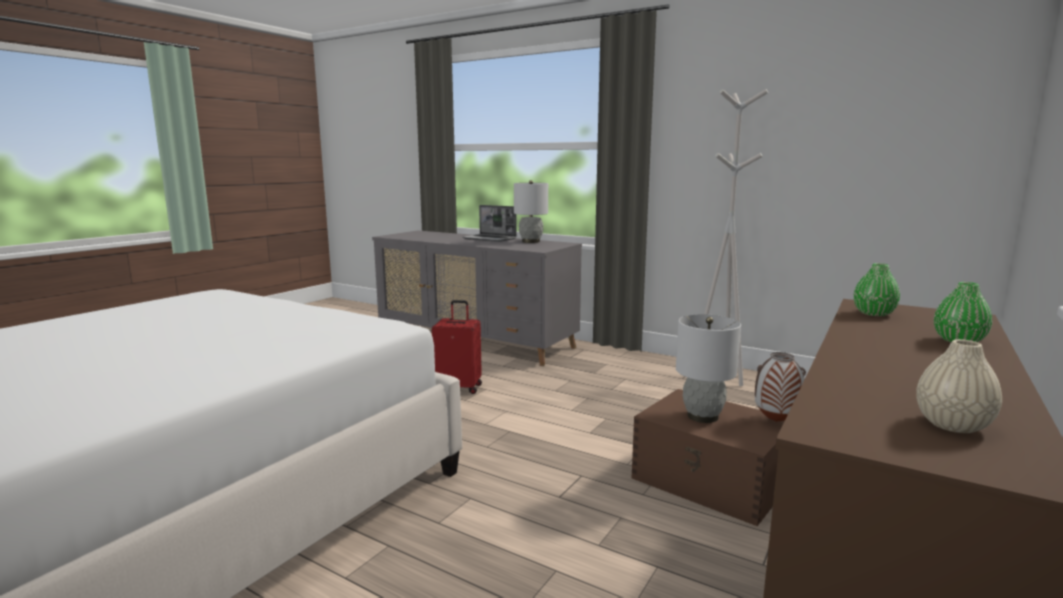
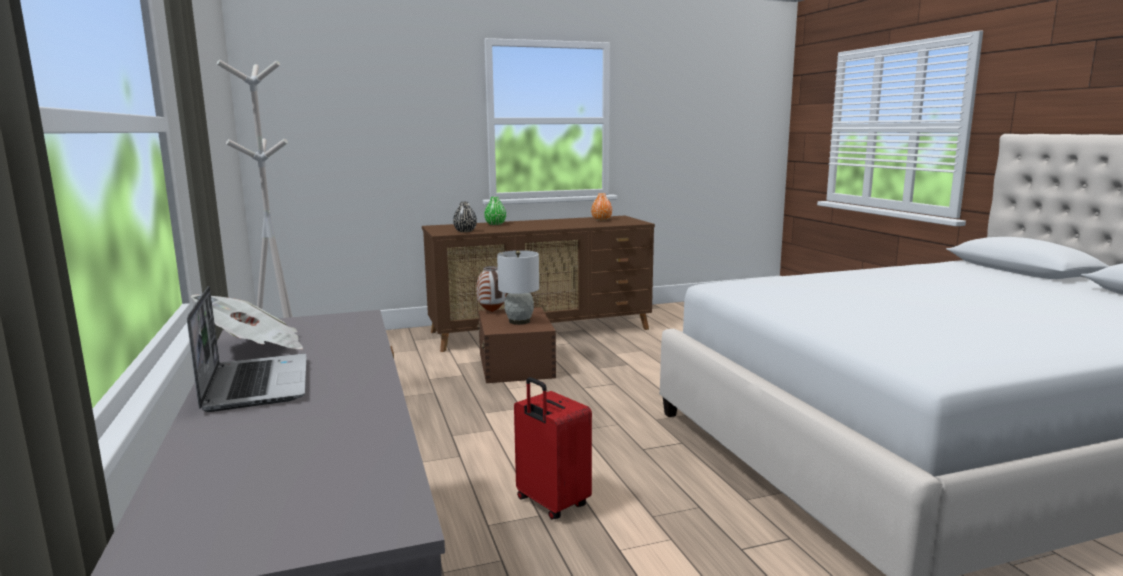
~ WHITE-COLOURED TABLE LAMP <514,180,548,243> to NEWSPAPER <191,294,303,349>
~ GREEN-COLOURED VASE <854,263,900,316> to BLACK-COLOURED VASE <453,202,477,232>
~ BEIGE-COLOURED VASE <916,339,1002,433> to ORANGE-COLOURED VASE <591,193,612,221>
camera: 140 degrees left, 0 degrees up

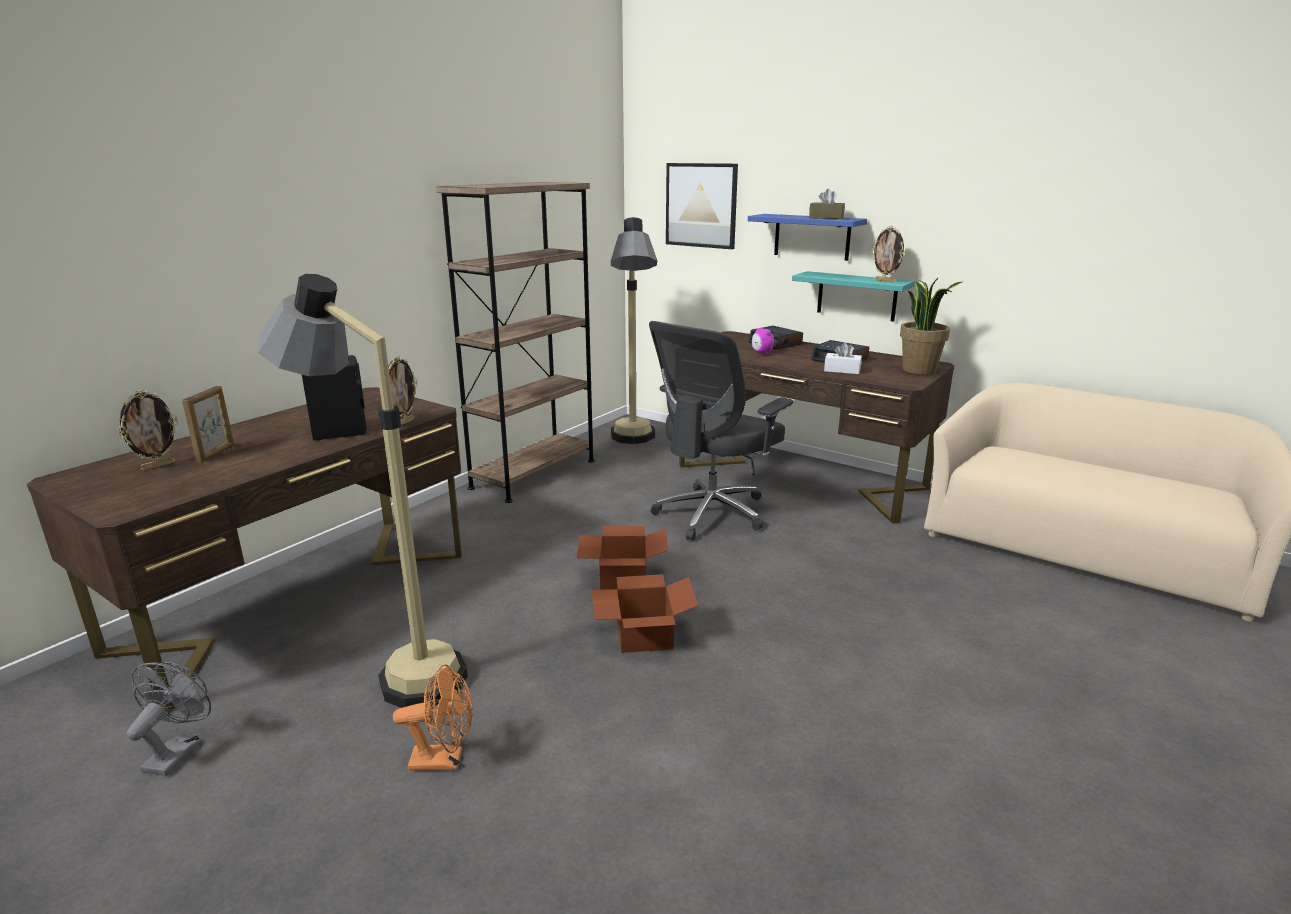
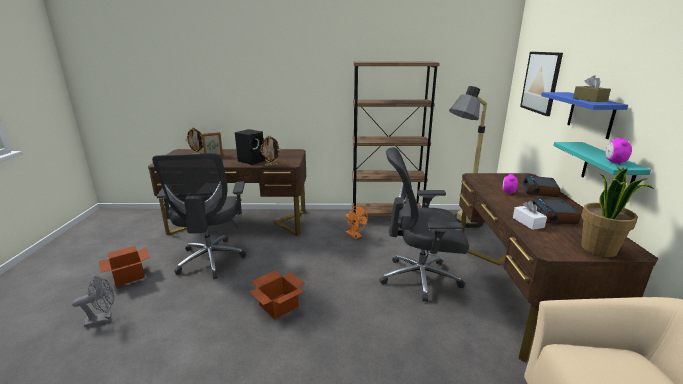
~ GRAY ELECTRIC FAN <127,662,211,776> to <72,276,114,327>
~ ORANGE-COLOURED ELECTRIC FAN <393,664,472,771> to <346,206,368,239>
~ CARTON <577,526,668,590> to <99,246,150,287>
~ STANDARD LAMP <257,274,468,708> to OFFICE CHAIR <152,153,246,280>
~ PICTURE FRAME <871,226,905,282> to BEDSIDE CLOCK <606,138,632,165>
camera: 55 degrees right, 0 degrees up

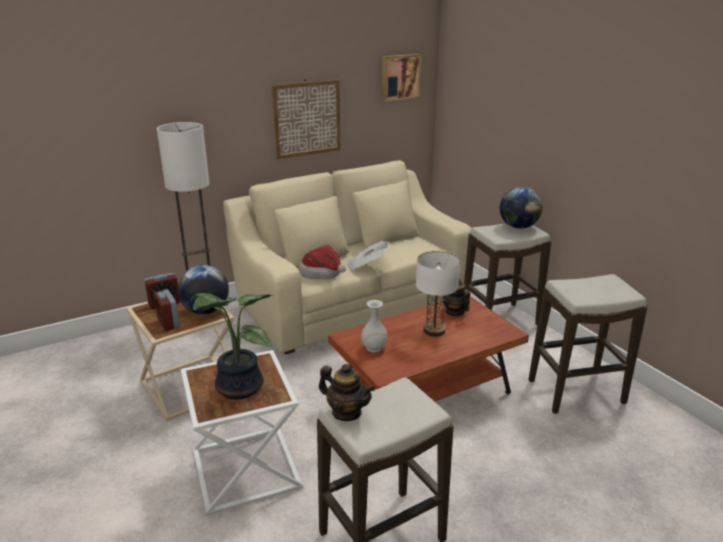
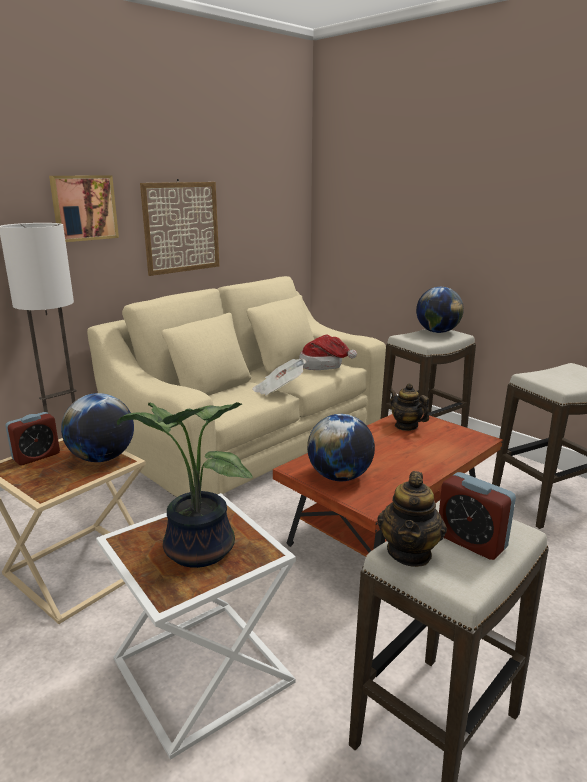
- TABLE LAMP <416,251,460,337>
~ BEDSIDE CLOCK <153,289,179,331> to <439,472,516,560>
~ WEARABLE HAT <299,245,346,279> to <299,334,357,370>
~ WALL PICTURE <382,54,422,102> to <49,175,119,242>
~ WHITE-COLOURED VASE <361,300,387,353> to WORLD GLOBE <307,414,375,481>
~ POT FOR TEA <319,364,375,421> = <377,471,447,567> 90 degrees clockwise
camera: 15 degrees left, 5 degrees down

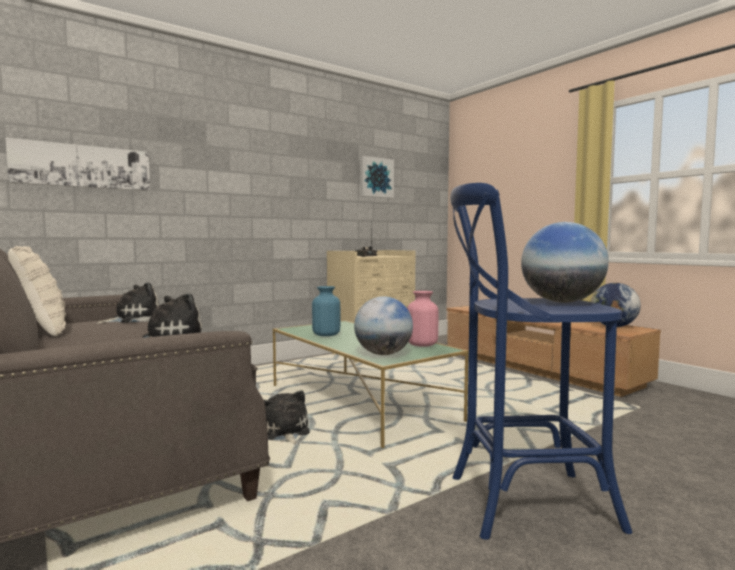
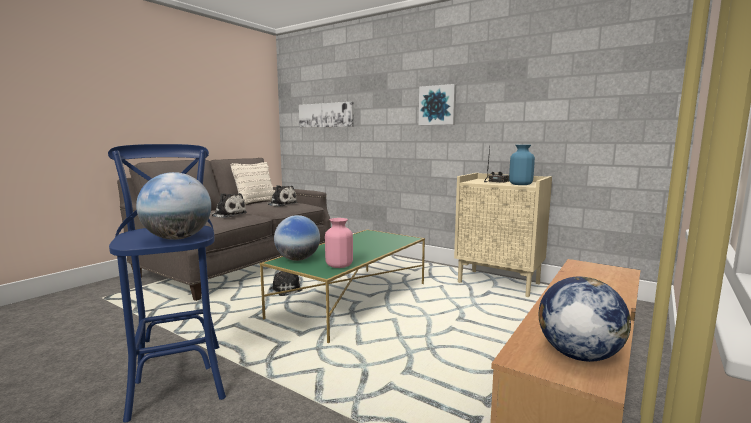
~ BLUISH VASE <312,286,340,336> to <509,145,535,185>
~ WALL PICTURE <360,156,394,198> to <419,84,456,125>
camera: 70 degrees right, 5 degrees up

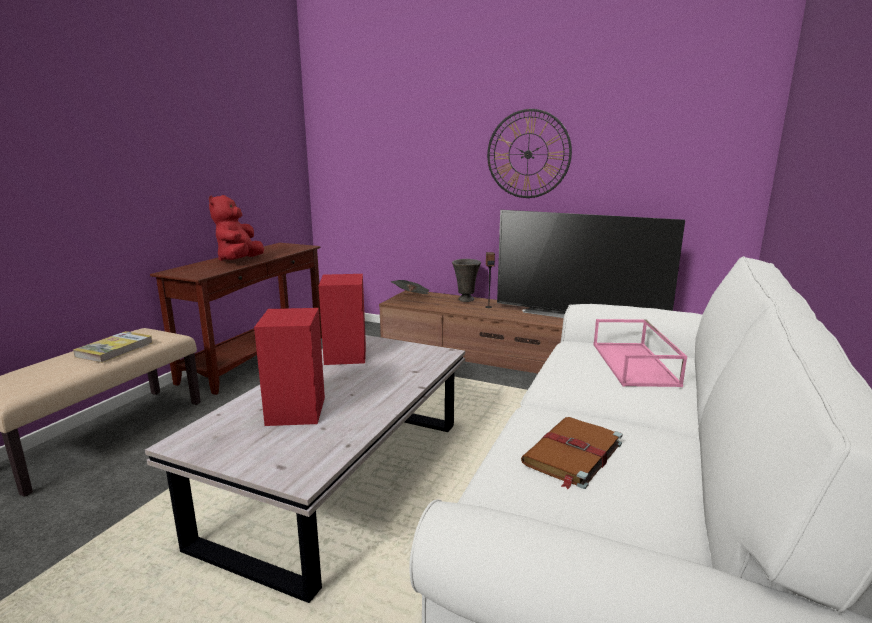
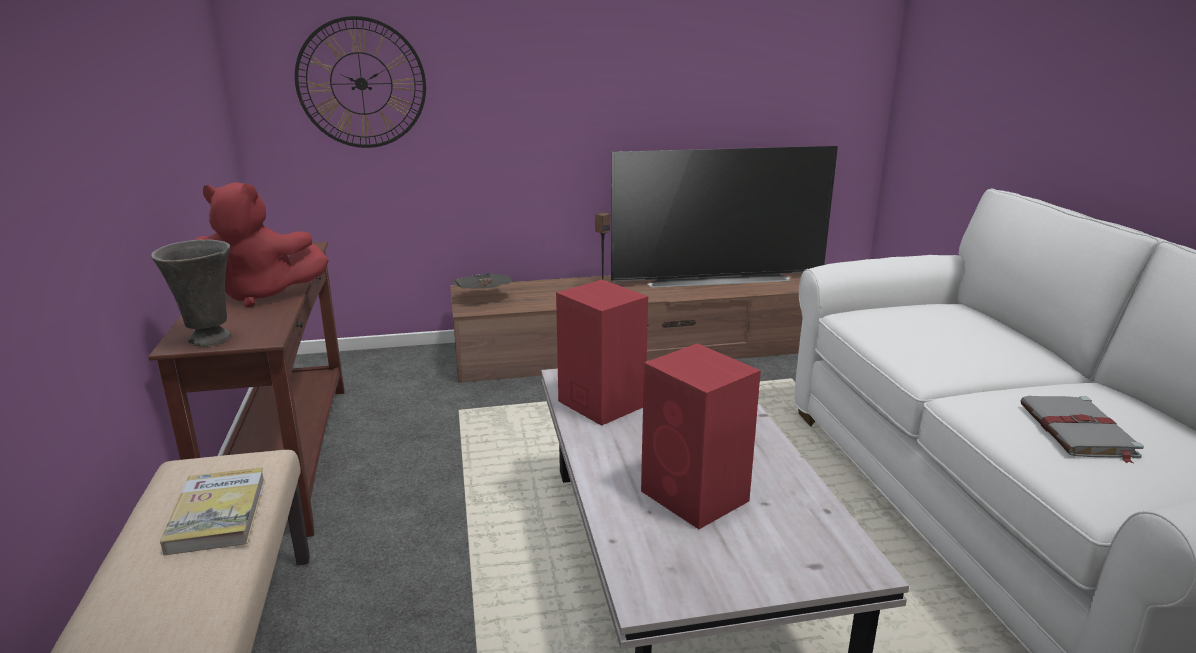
- PINK SERVING TRAY <593,319,687,387>
~ GRAY VASE <452,259,481,302> to <151,240,231,347>
~ CLOCK ON THE WALL <487,109,572,198> to <295,16,426,148>
~ BROWNISH VOLUME <521,417,623,489> to GRAY VOLUME <1020,396,1144,464>
~ REDDISH SOFT TOY <209,195,264,261> = <195,182,329,307> 60 degrees counterclockwise
camera: 35 degrees left, 5 degrees up

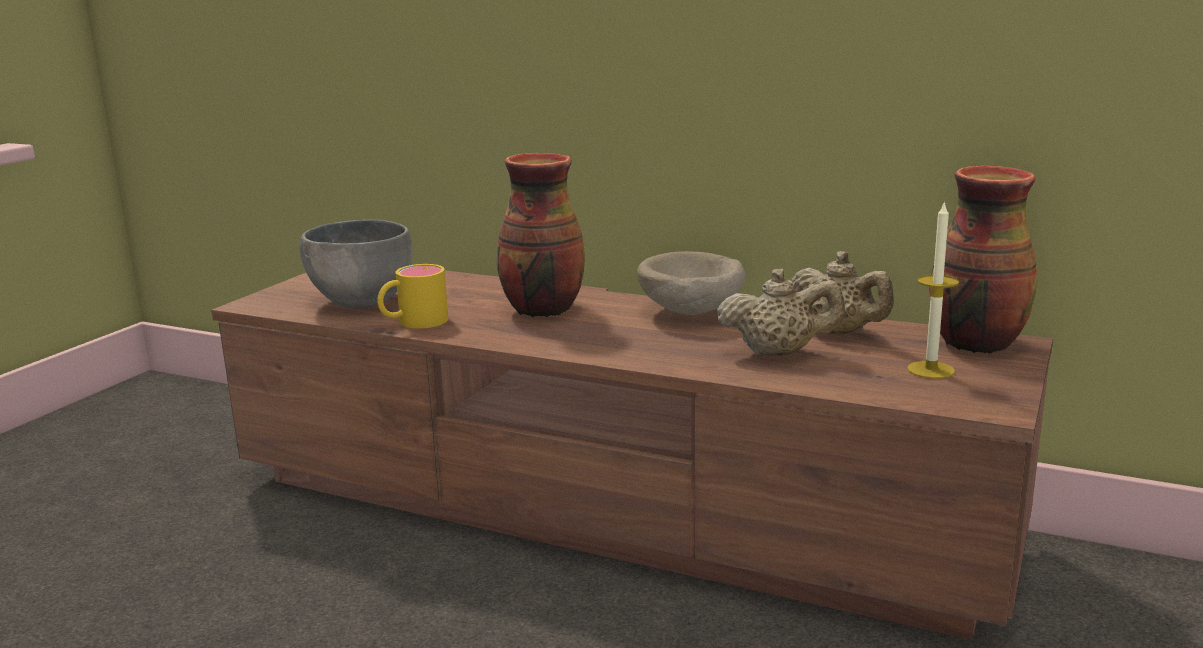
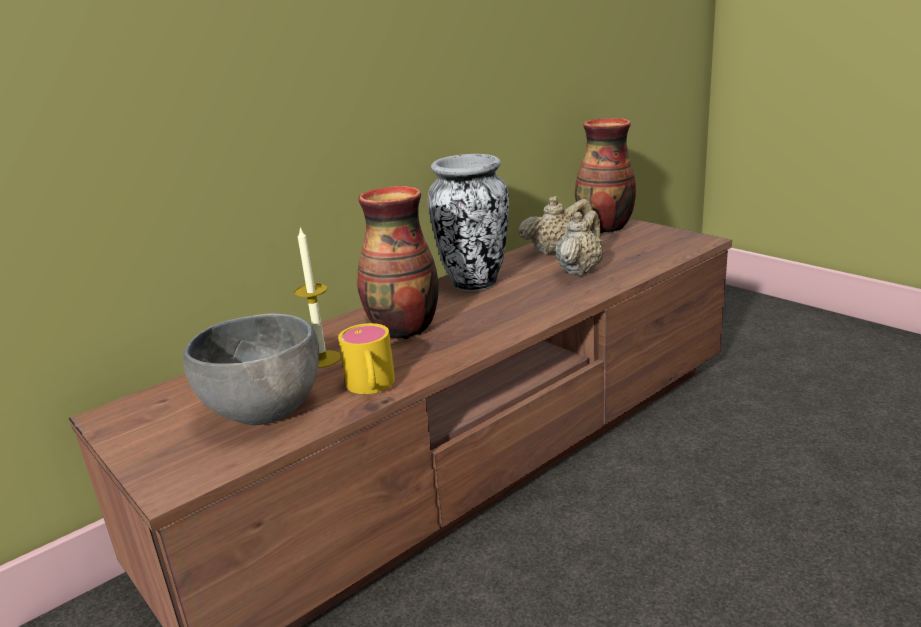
~ WAX CANDLE <907,201,959,379> to <294,227,341,368>
~ BEIGE-COLOURED BOWL <637,251,745,315> to VASE <428,154,509,291>
camera: 65 degrees left, 5 degrees up

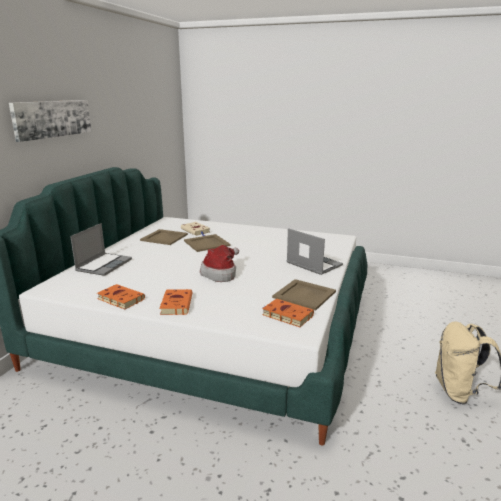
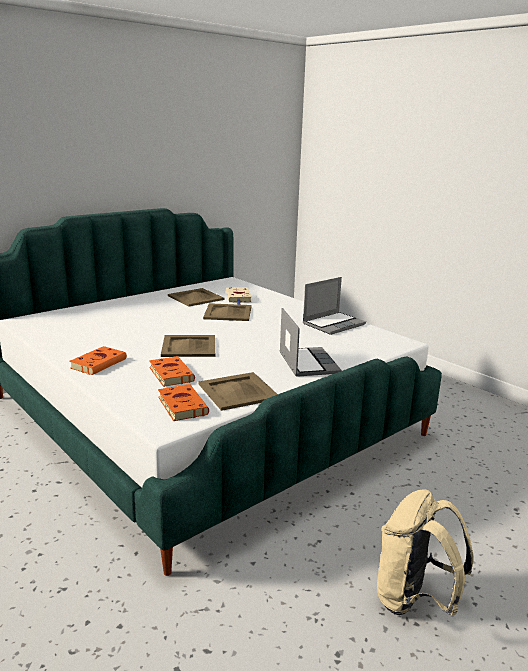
- WALL PICTURE <9,100,91,142>
~ LAPTOP <70,223,132,276> to <303,277,366,335>
~ ORANGE-COLOURED VOLUME <97,284,145,309> to <149,356,195,387>
~ WEARABLE HAT <200,245,239,282> to BEIGE-COLOURED SERVING TRAY <161,335,215,357>
camera: 30 degrees right, 0 degrees up

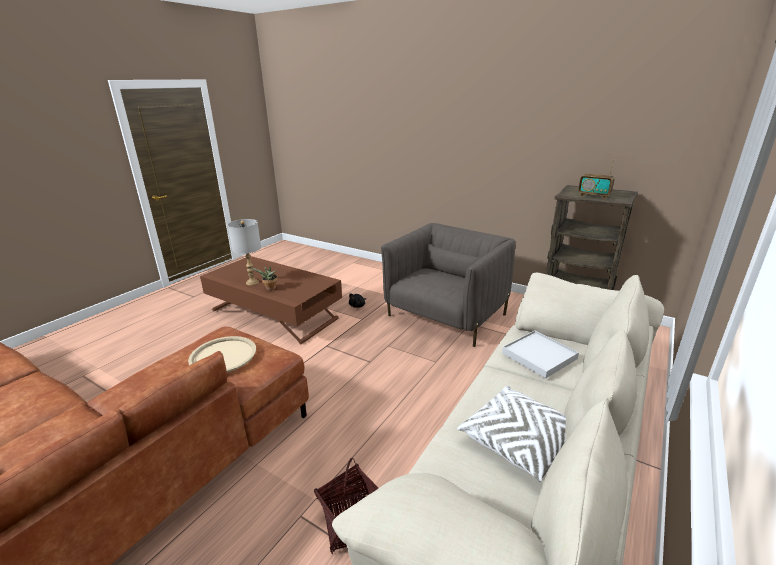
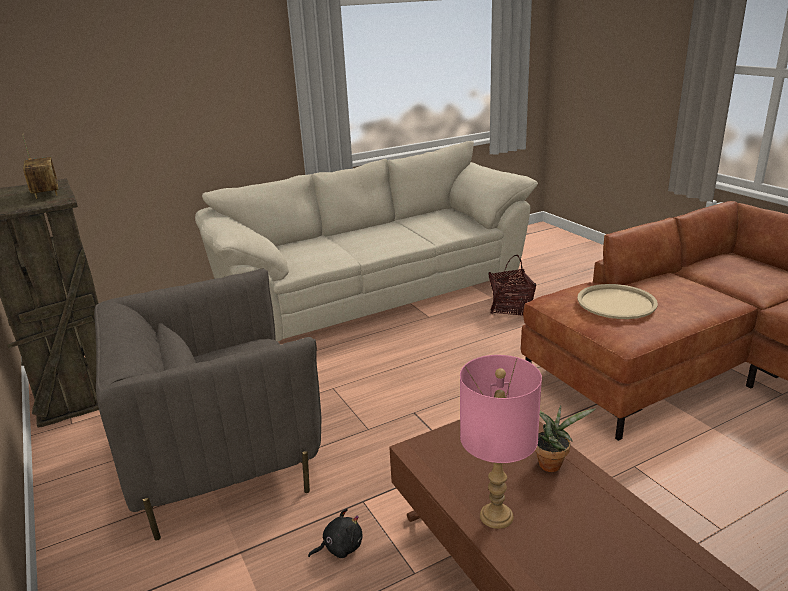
- GRAY TABLE LAMP <228,219,261,285>
- WHITE-COLOURED PILLOW <457,386,566,482>
- WHITE-COLOURED SERVING TRAY <502,330,579,379>
+ PINK TABLE LAMP <460,355,542,529>
camera: 150 degrees left, 0 degrees up

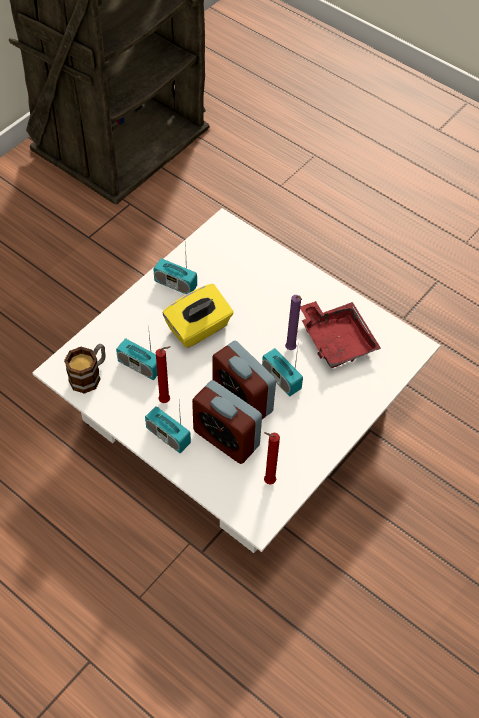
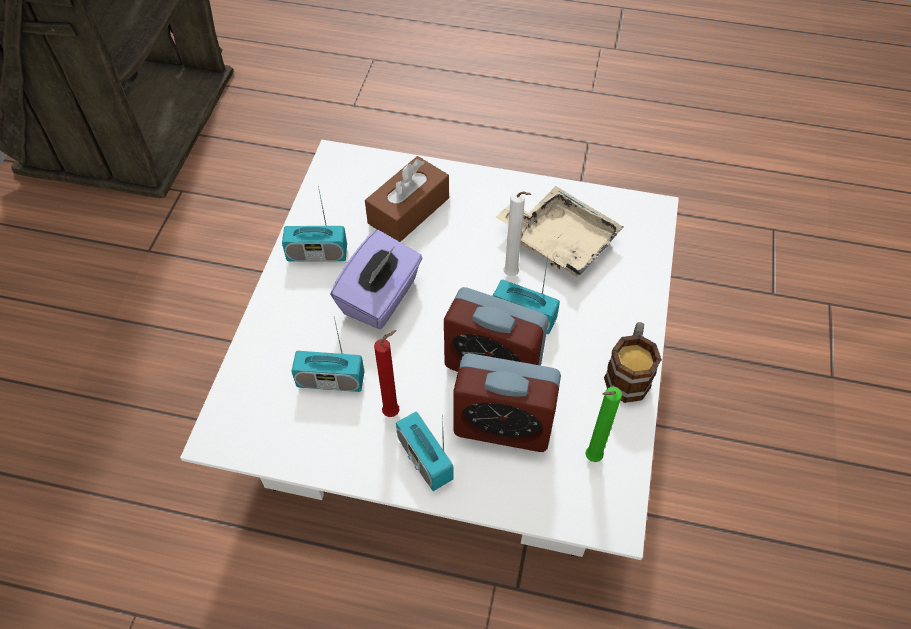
+ BROWNISH TISSUE BOX <365,156,449,242>
~ TEA MUG <64,344,106,394> to <604,322,662,403>
~ YELLOW TISSUE BOX <162,284,234,348> to PURPLE TISSUE BOX <330,230,422,329>
~ REDDISH WAX CANDLE <264,432,280,485> to GREEN-COLOURED WAX CANDLE <585,387,622,462>
~ PURPLE WAX CANDLE <285,295,302,350> to WHITE-COLOURED WAX CANDLE <503,191,531,276>
~ REDDISH SERVING TRAY <300,301,381,368> to BEIGE-COLOURED SERVING TRAY <496,186,624,277>
~ RADIO RECEIVER <145,403,191,453> = <396,411,453,491> 45 degrees clockwise
camera: 25 degrees left, 0 degrees up

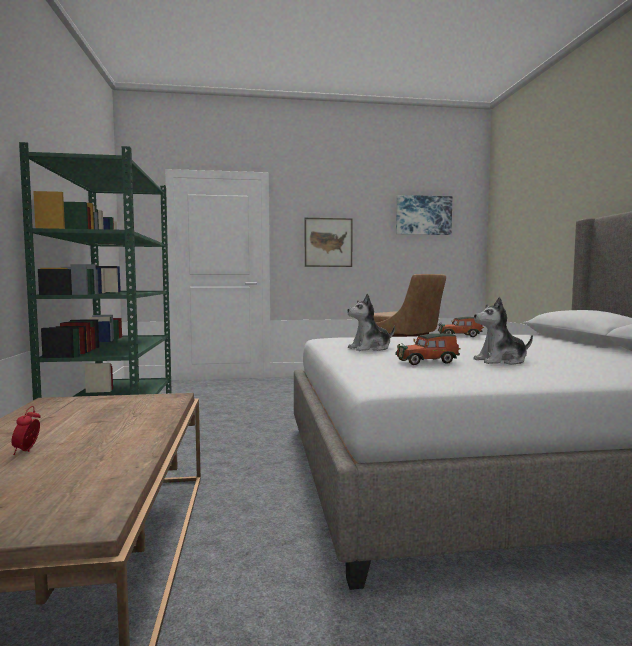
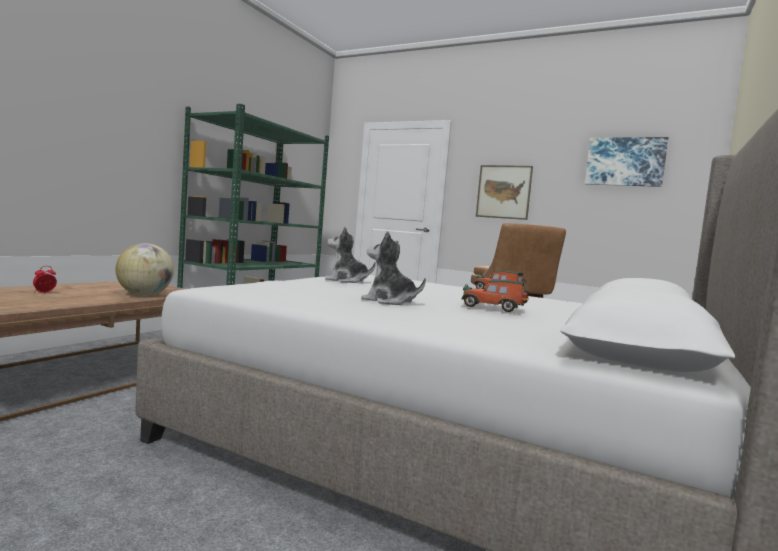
+ WORLD GLOBE <115,243,174,296>
~ MODEL CAR <395,333,461,365> to <462,280,529,312>
camera: 35 degrees right, 0 degrees up

